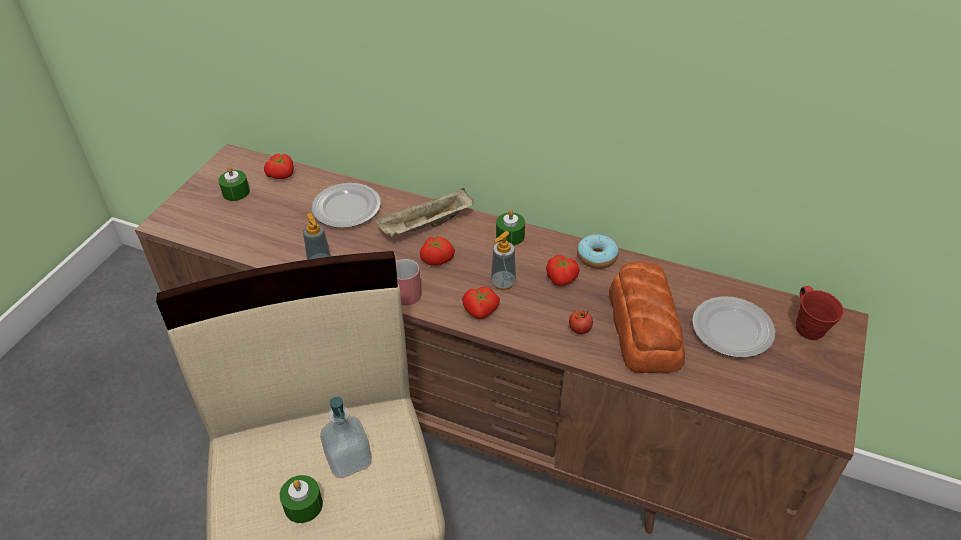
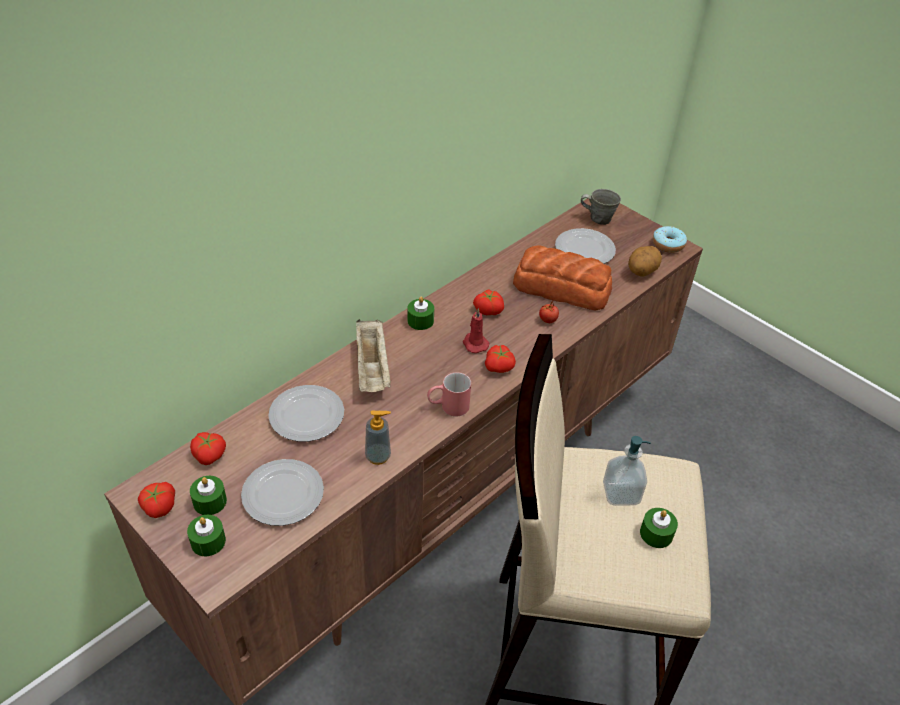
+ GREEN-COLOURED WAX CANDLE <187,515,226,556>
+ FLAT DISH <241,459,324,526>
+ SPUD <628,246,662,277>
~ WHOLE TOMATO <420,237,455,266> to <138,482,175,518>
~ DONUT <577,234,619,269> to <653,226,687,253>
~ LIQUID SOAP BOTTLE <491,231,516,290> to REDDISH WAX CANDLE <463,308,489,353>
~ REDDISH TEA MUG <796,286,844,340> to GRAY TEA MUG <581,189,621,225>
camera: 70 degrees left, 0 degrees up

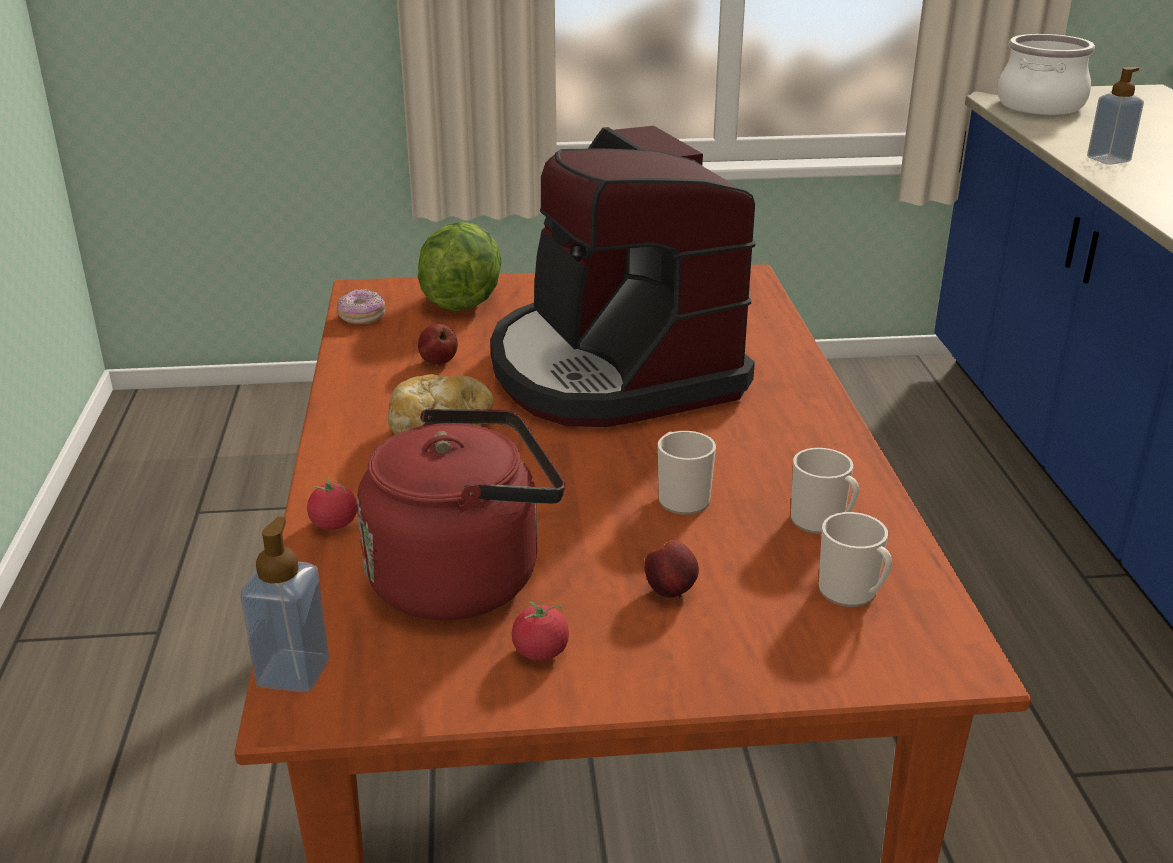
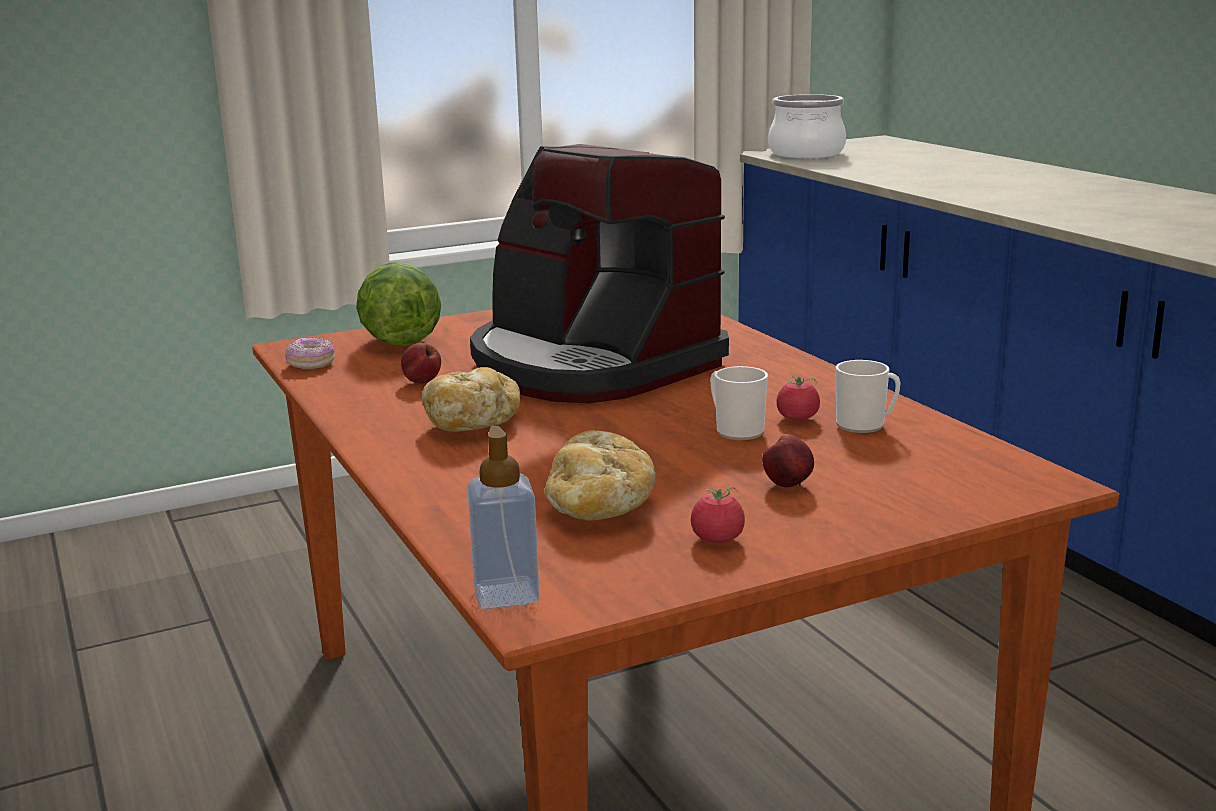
- TEA MUG <819,512,892,607>
- LIQUID SOAP BOTTLE <1087,67,1144,165>
~ WHOLE TOMATO <307,477,357,530> to <777,376,820,420>
~ REDDISH TEA KETTLE <357,408,565,620> to BREAD <544,430,655,521>
camera: 20 degrees left, 10 degrees down

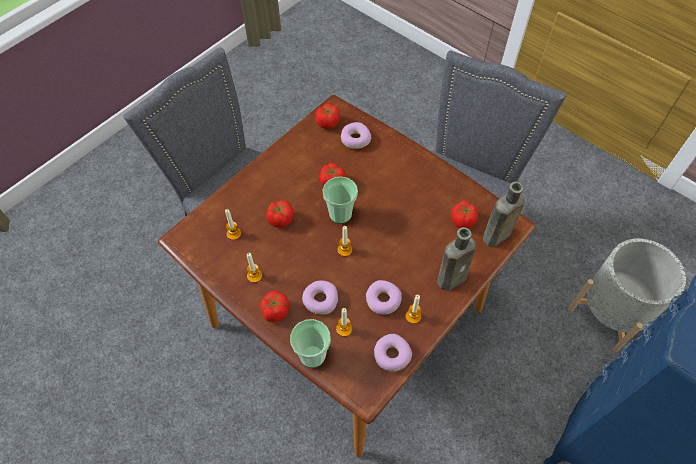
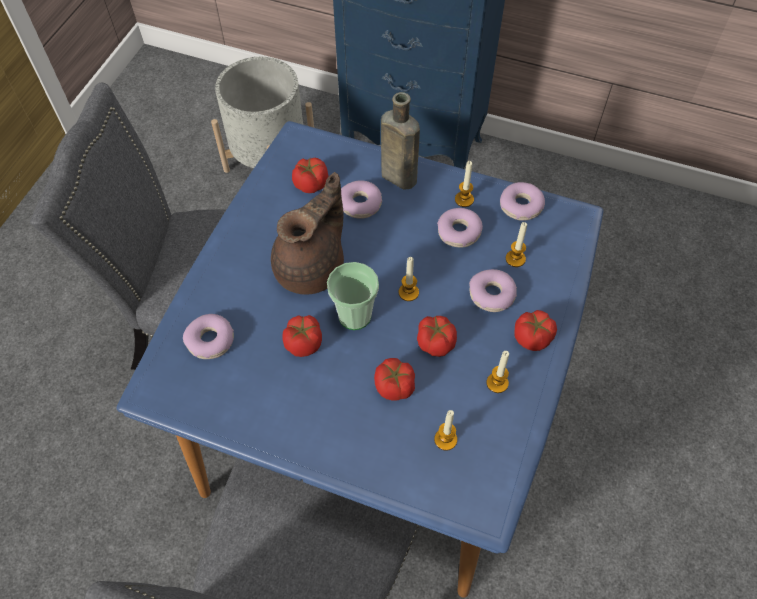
- DRINKING CUP <290,319,331,368>
- BROWNISH BOTTLE <483,181,524,247>
+ BROWNISH POT FOR TEA <271,172,344,295>
+ DONUT <341,181,382,219>
~ WHOLE TOMATO <315,103,340,129> to <417,316,457,357>
~ BROWNISH DINNER TABLE <158,95,535,458> to BLUISH DINNER TABLE <117,121,604,598>
camera: 110 degrees left, 0 degrees up

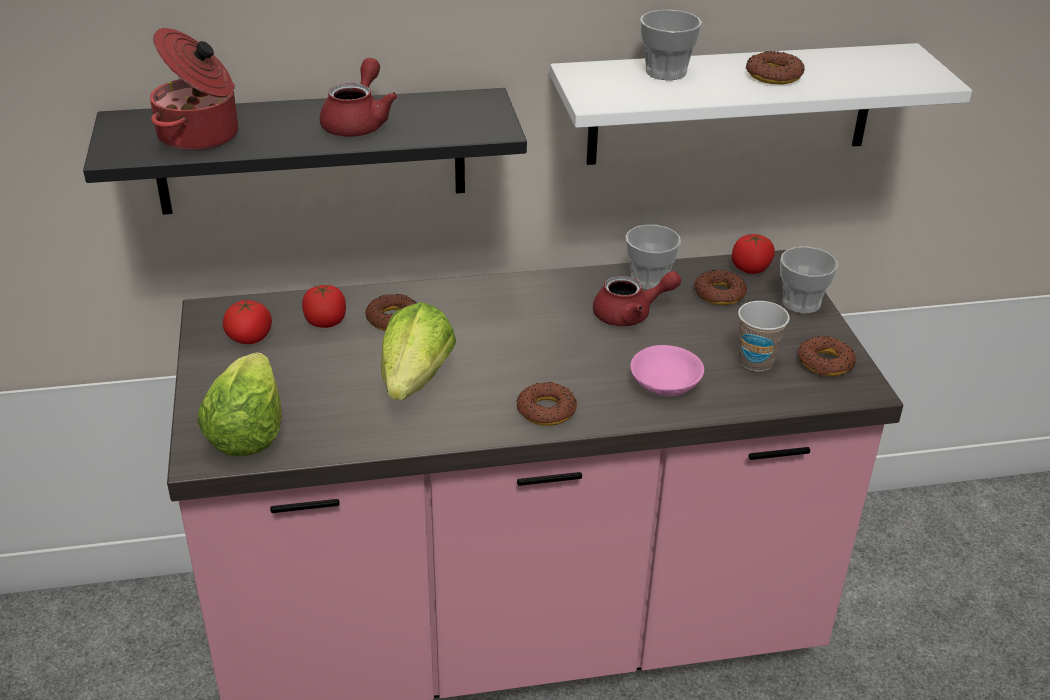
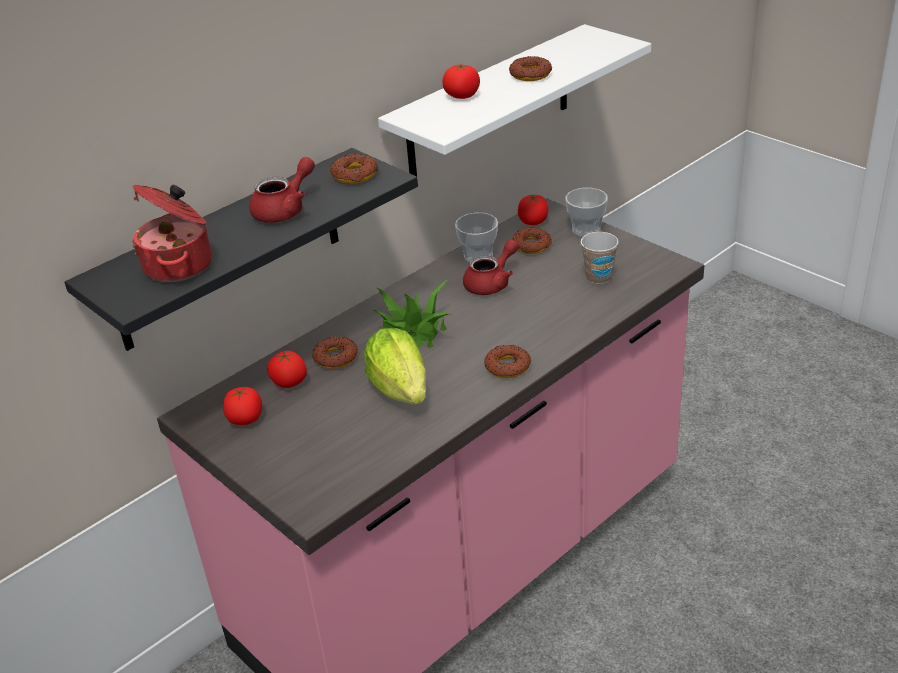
- HEAD OF LETTUCE <198,352,282,457>
- PINK BOWL <630,345,704,396>
+ PLANT IN A POT <373,279,452,348>
~ DONUT <798,336,856,376> to <330,154,378,184>
~ DRINKING CUP <640,10,702,80> to WHOLE TOMATO <442,64,480,99>
~ REDDISH POT FOR TEA <320,58,397,137> = <249,157,315,223> 60 degrees clockwise
camera: 30 degrees left, 0 degrees up

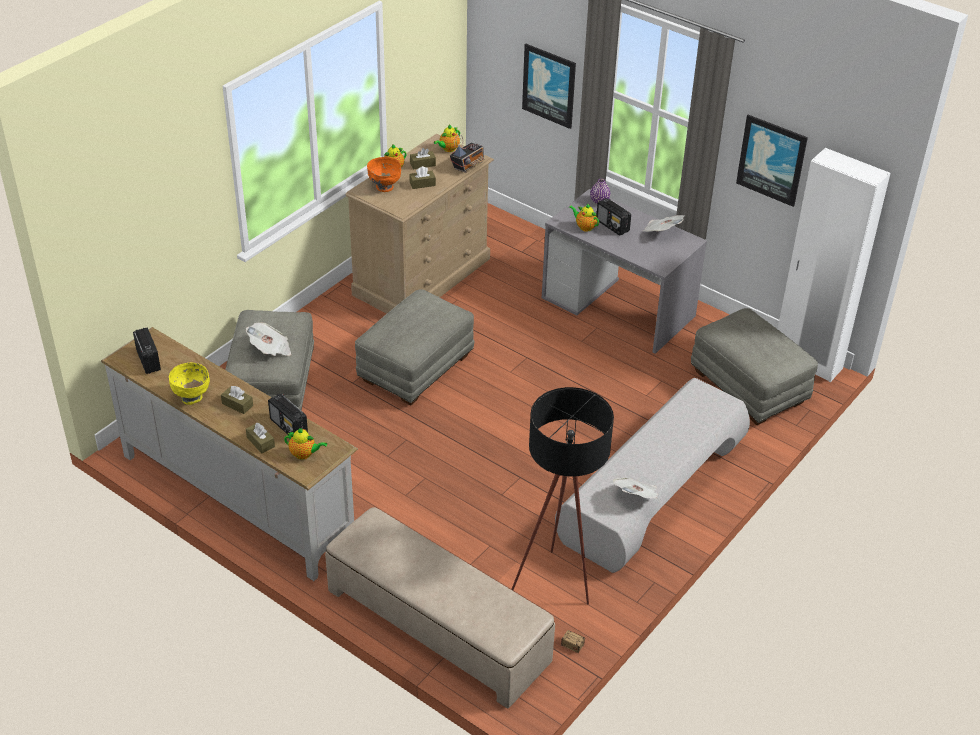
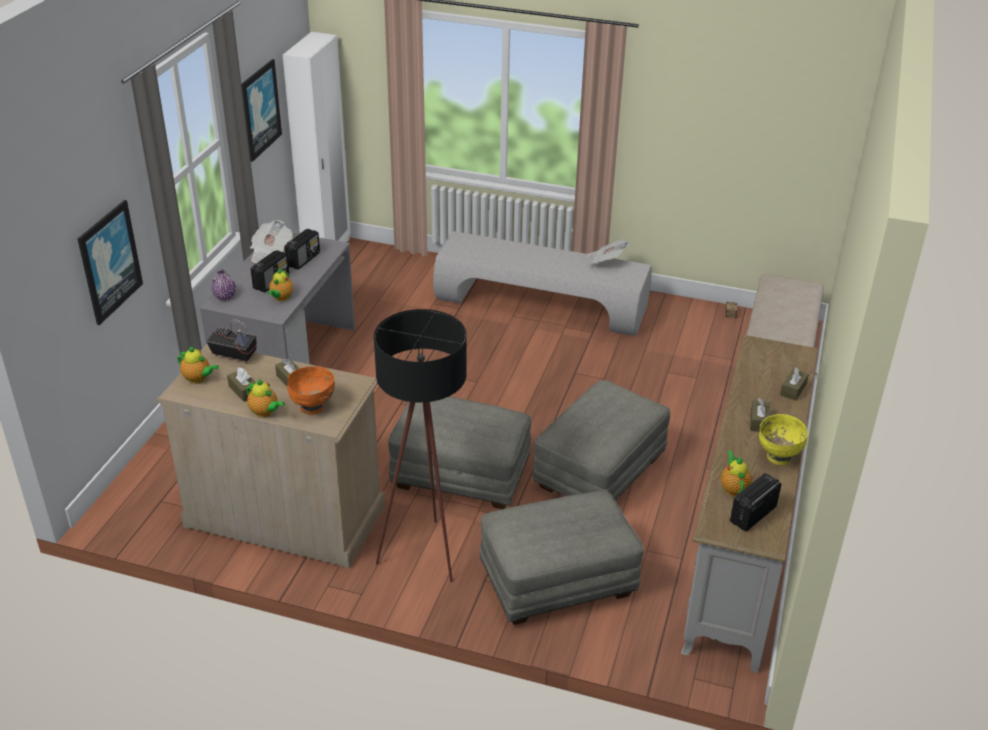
- NEWSPAPER <246,322,291,356>
~ RADIO RECEIVER <268,394,308,435> to <284,229,320,270>
~ POT FOR TEA <284,428,327,460> to <721,451,752,497>
~ BLACK-COLOURED STANDARD LAMP <511,387,614,605> to <374,309,467,582>
~ GRAY OTTOMAN <691,308,818,425> to <533,380,670,500>
camera: 110 degrees left, 5 degrees down

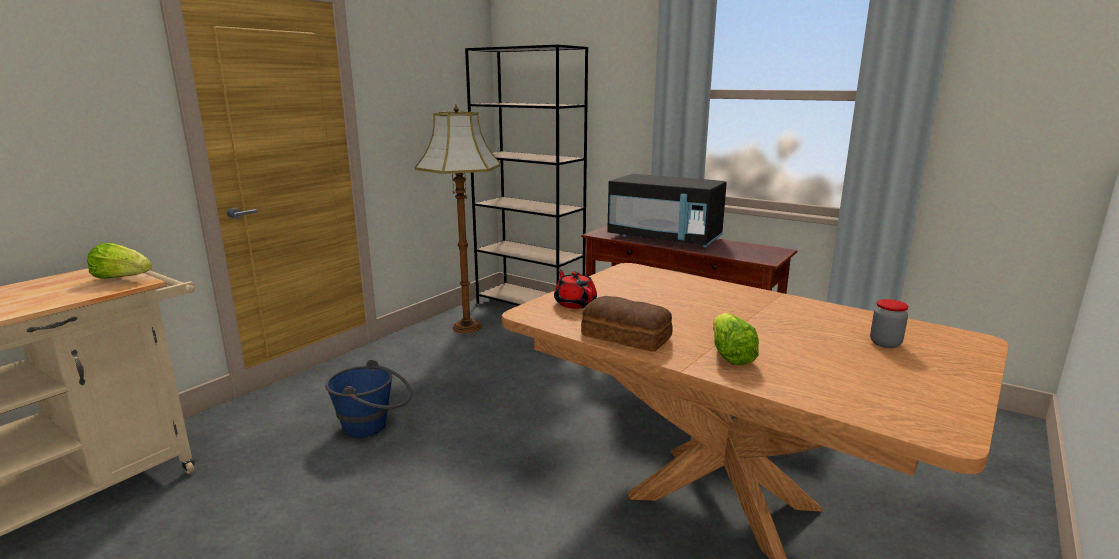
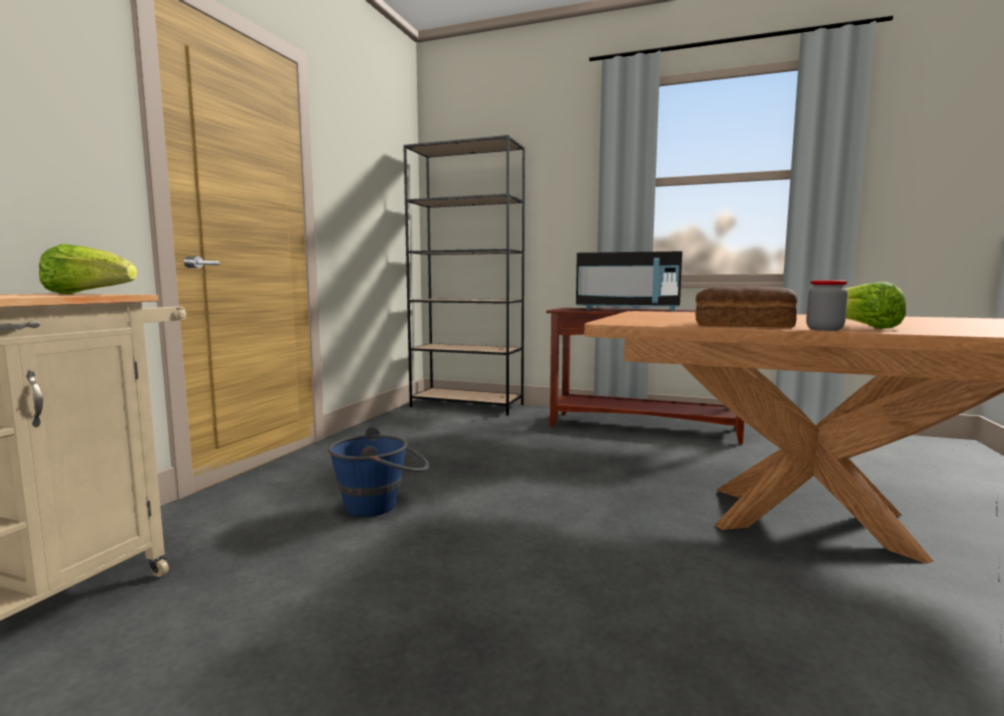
- STANDARD LAMP <415,105,501,333>
- REDDISH POT FOR TEA <554,269,597,309>
~ JAR <870,299,909,348> to <806,280,848,331>
camera: 15 degrees left, 10 degrees down

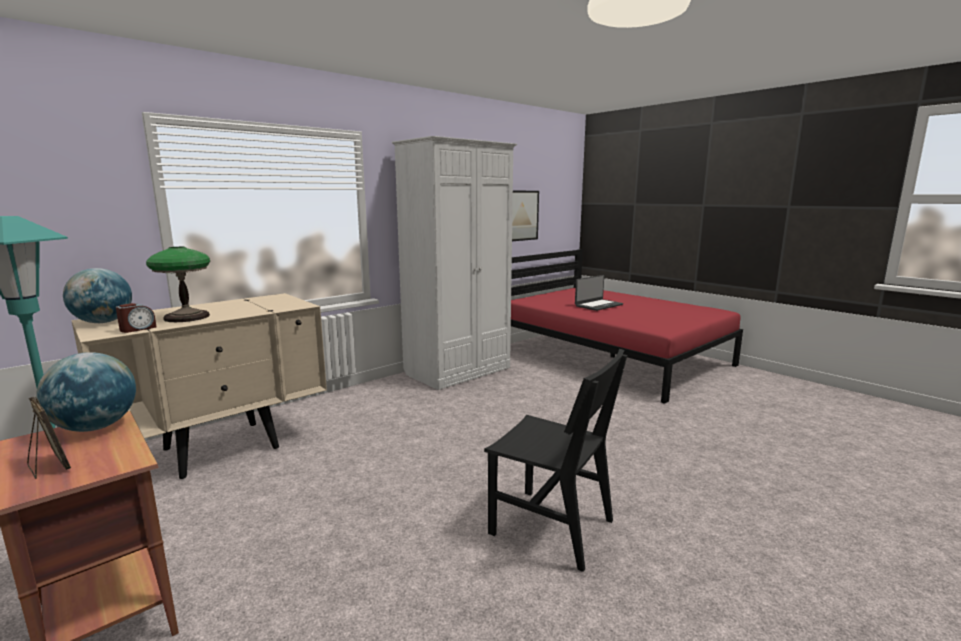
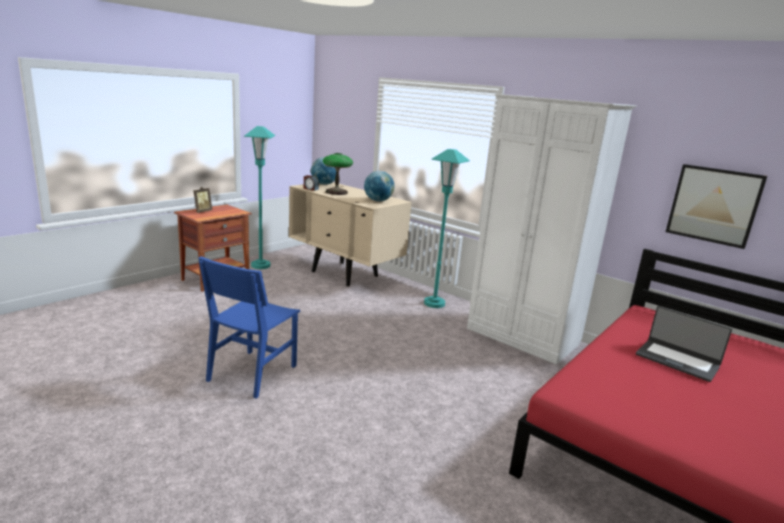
+ BLUE-GREEN STANDARD LAMP <424,149,470,308>
~ WORLD GLOBE <36,352,136,432> to <364,171,394,202>
~ BLACK-COLOURED UPRIGHT CHAIR <484,349,627,572> to BLUISH UPRIGHT CHAIR <198,256,300,399>
camera: 80 degrees right, 5 degrees up

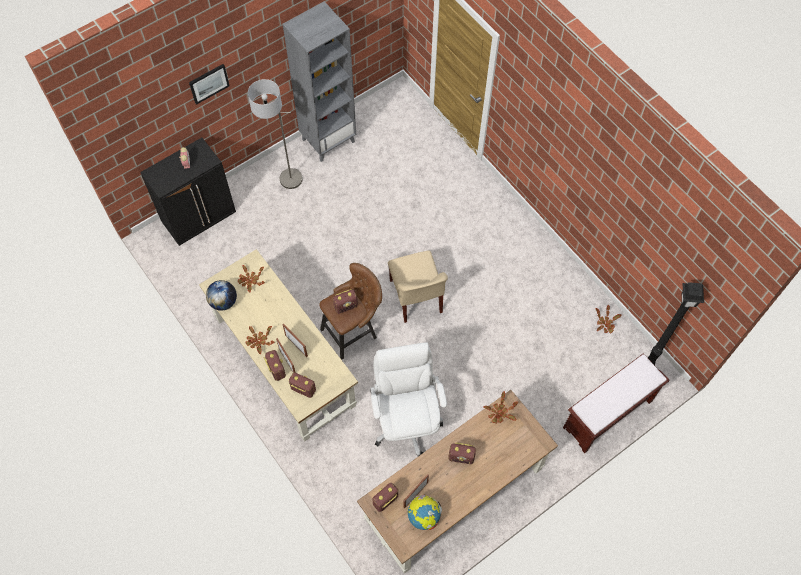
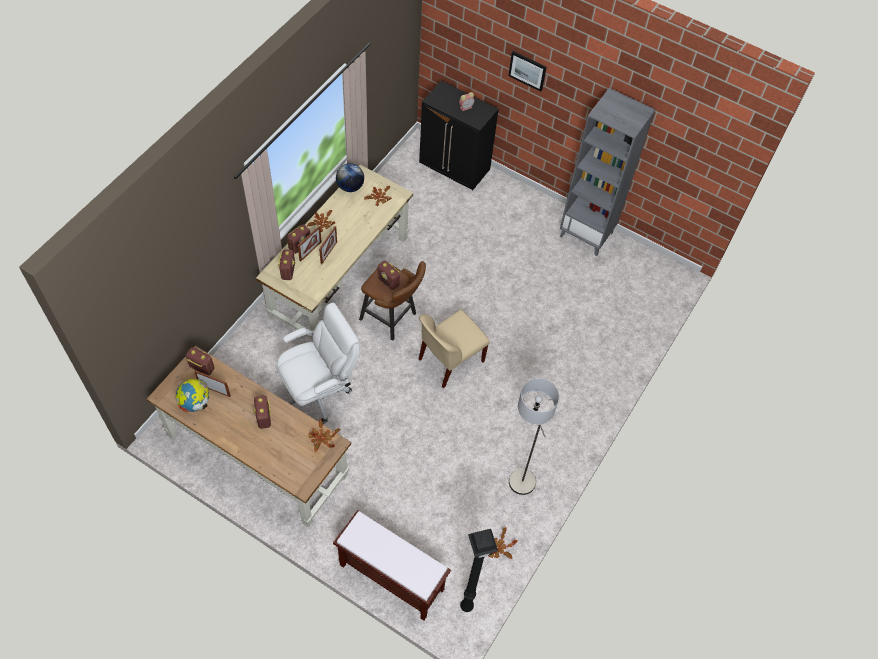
~ GRAY STANDARD LAMP <248,79,303,189> to <509,378,559,495>
camera: 65 degrees right, 5 degrees down

